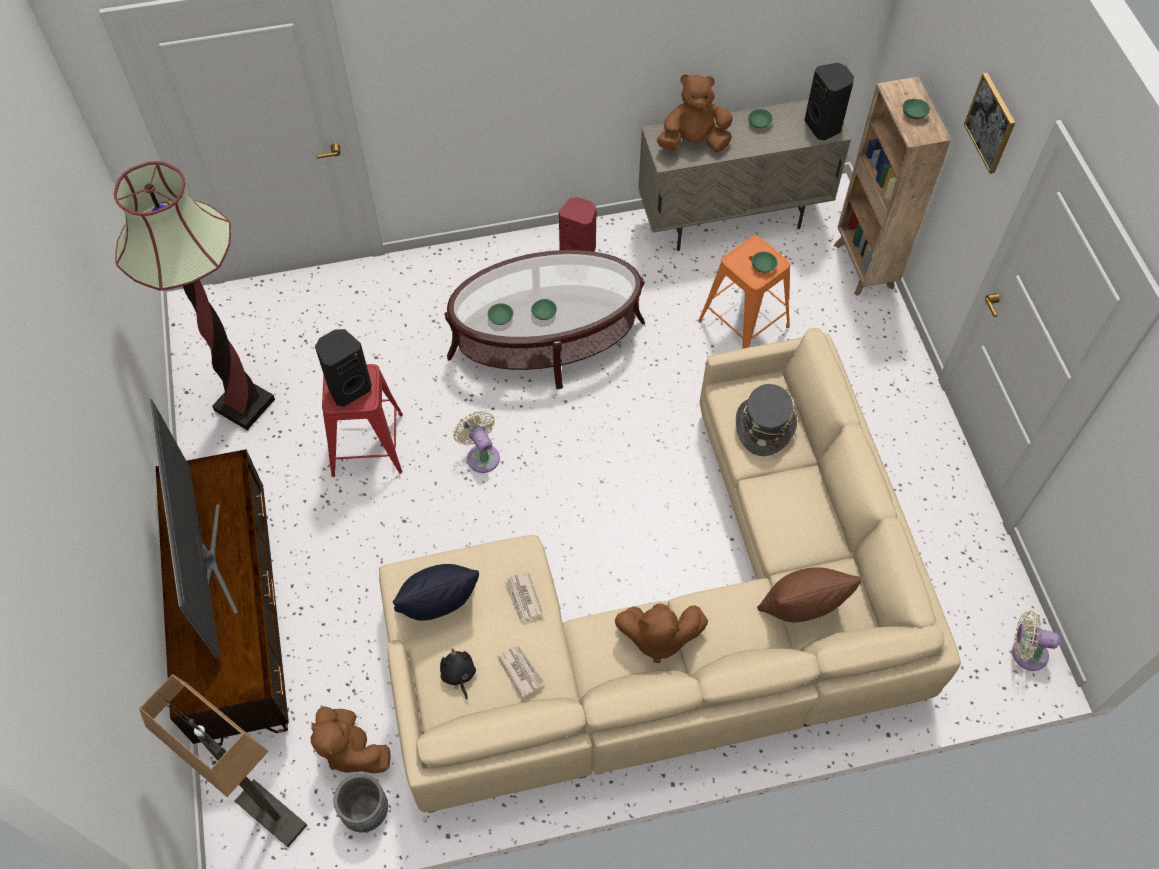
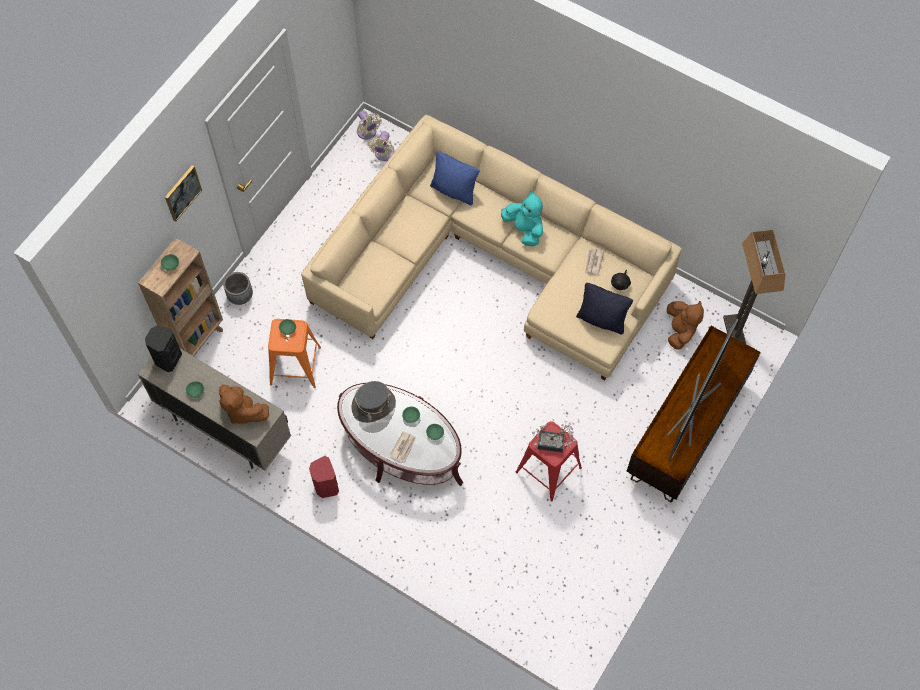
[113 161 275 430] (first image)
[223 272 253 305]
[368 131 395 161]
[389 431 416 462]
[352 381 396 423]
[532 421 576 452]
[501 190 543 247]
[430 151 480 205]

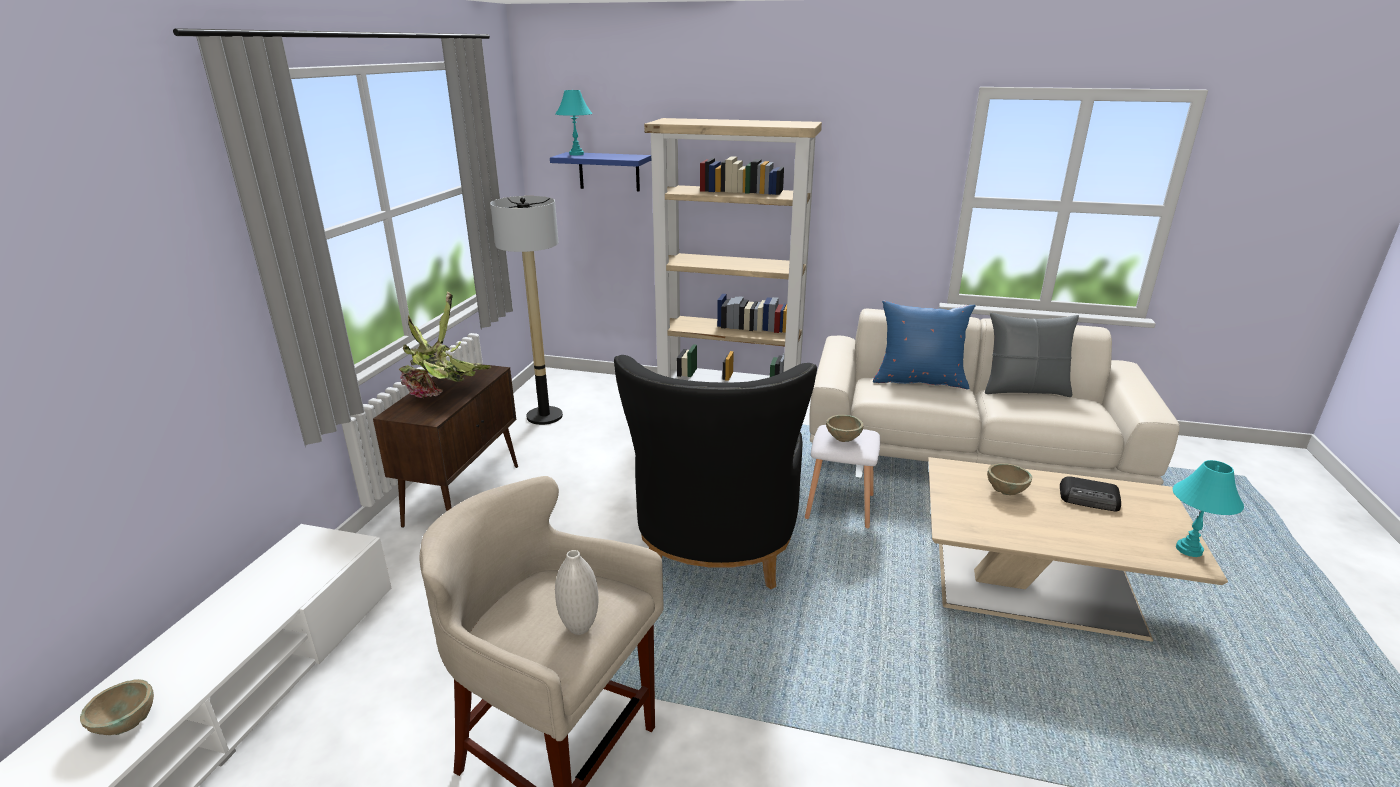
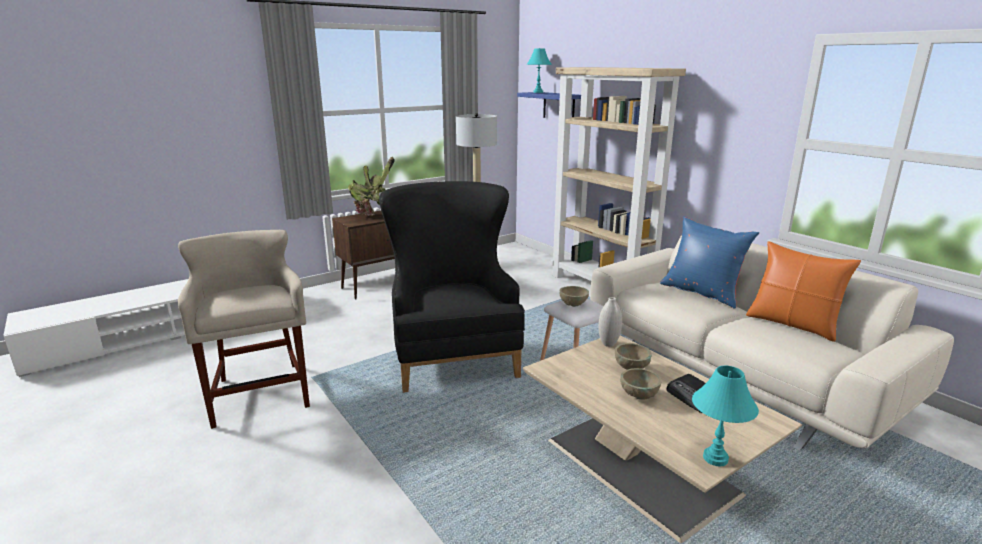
[620 368 661 400]
[598 297 622 347]
[746 241 861 342]
[379 181 525 393]

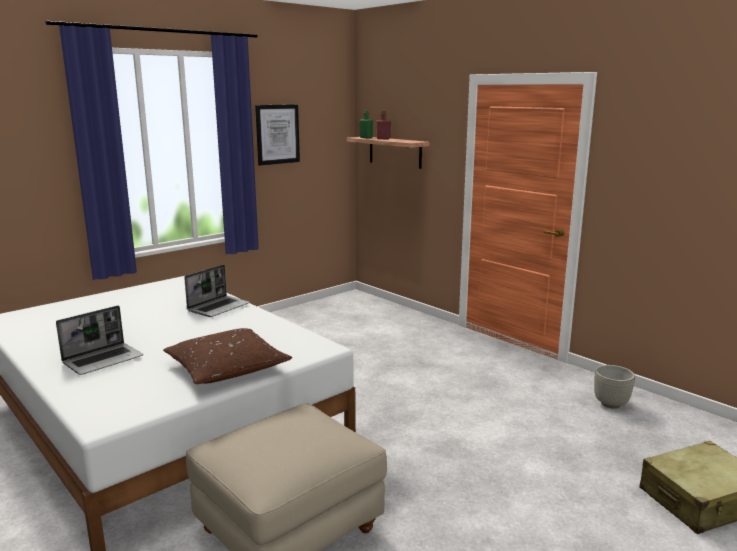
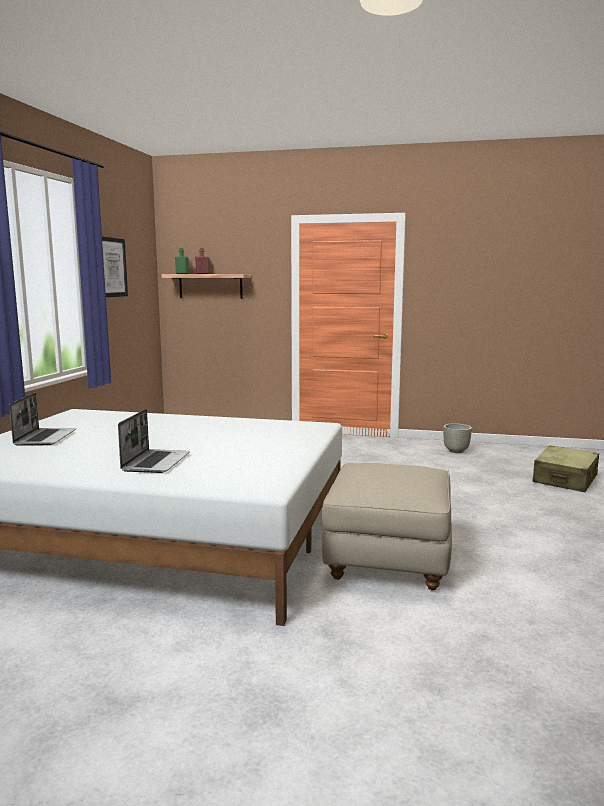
[163 328 292 384] (first image)
[9 393 76 446]

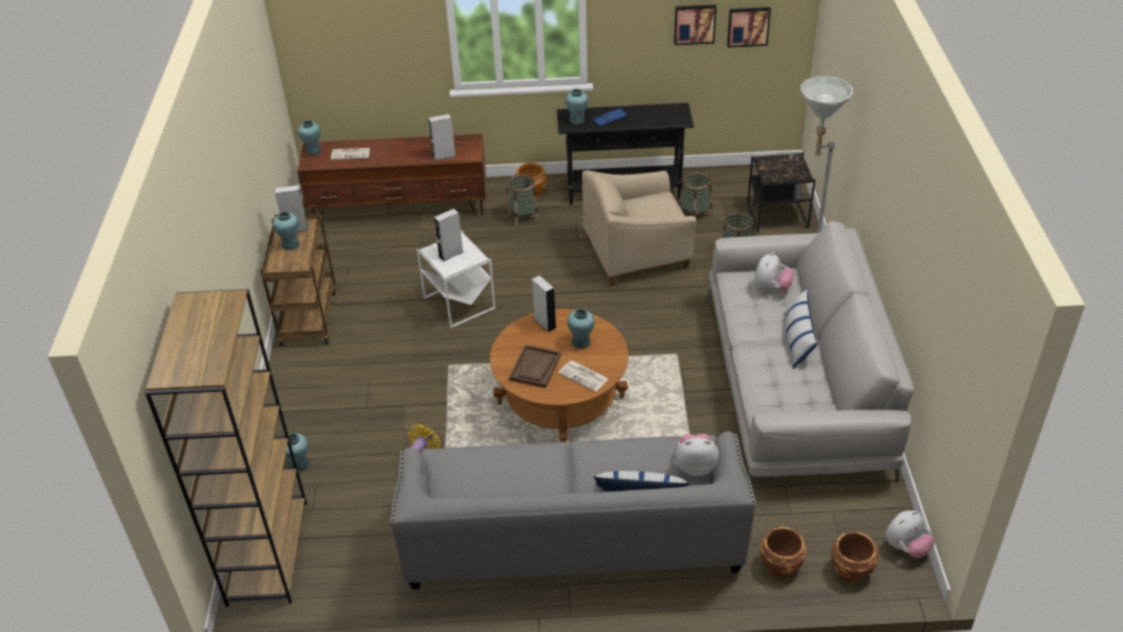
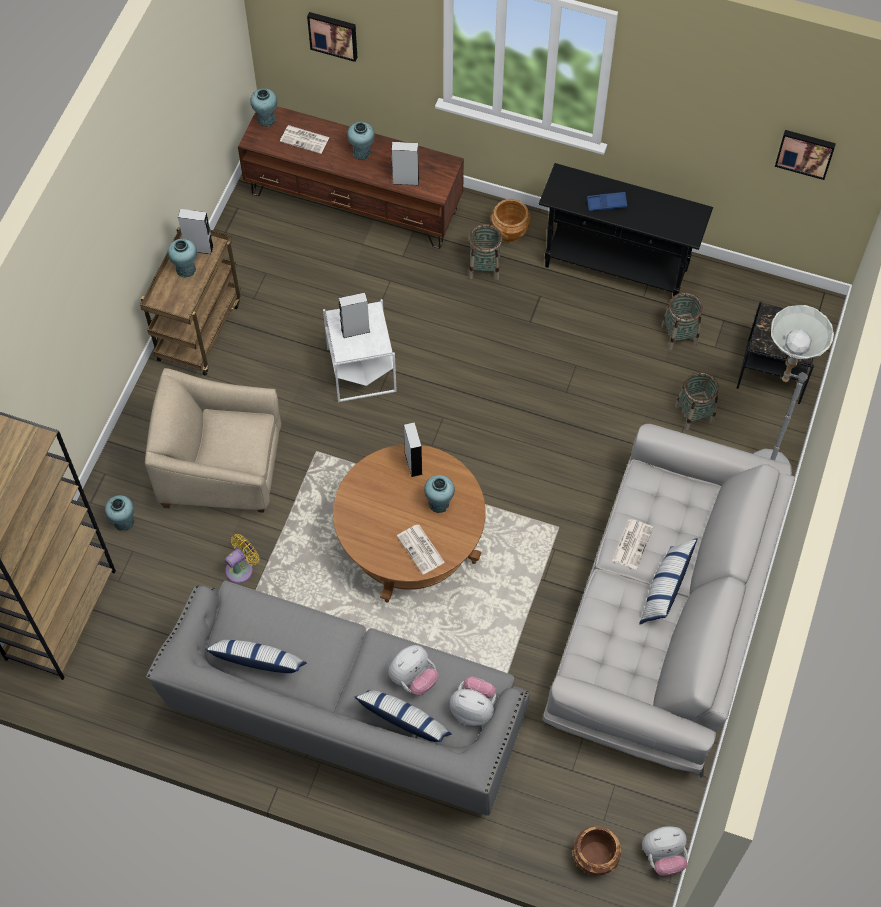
[509 345 561 388] (first image)
[759 527 807 578] (first image)
[205 640 307 673]
[612 519 653 569]
[347 122 375 160]
[145 368 281 513]
[307 12 357 62]
[388 645 439 696]

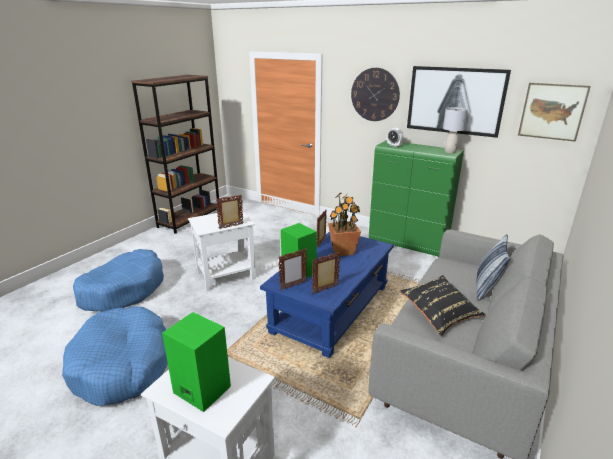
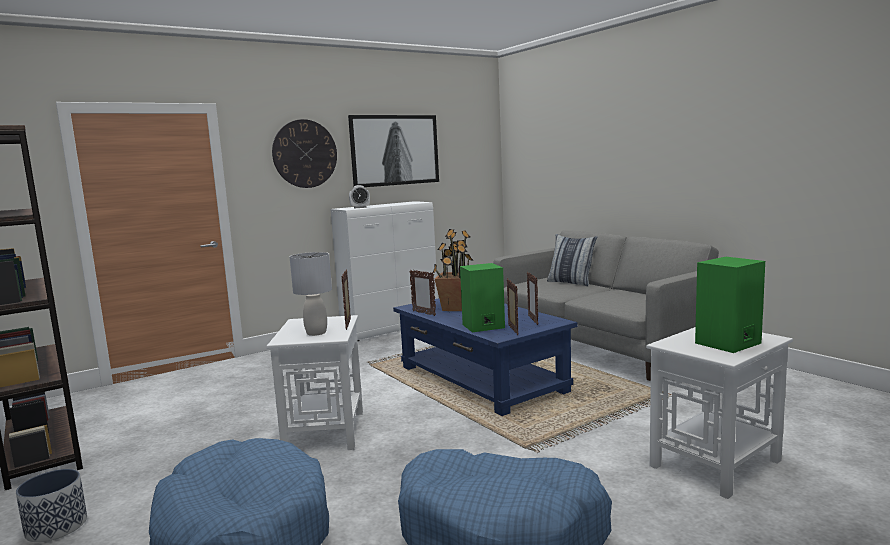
[399 275 485 336] (first image)
[518 83 591 142] (first image)
[16 469 87 542]
[290 252 332 336]
[330 201 438 341]

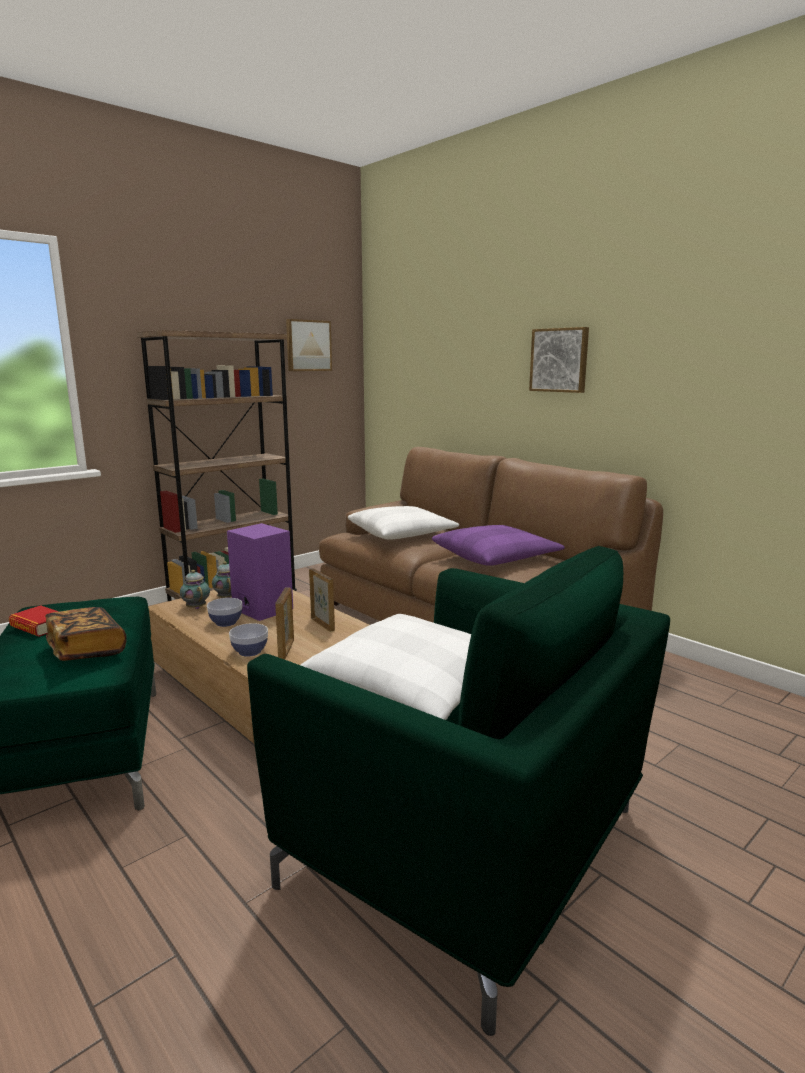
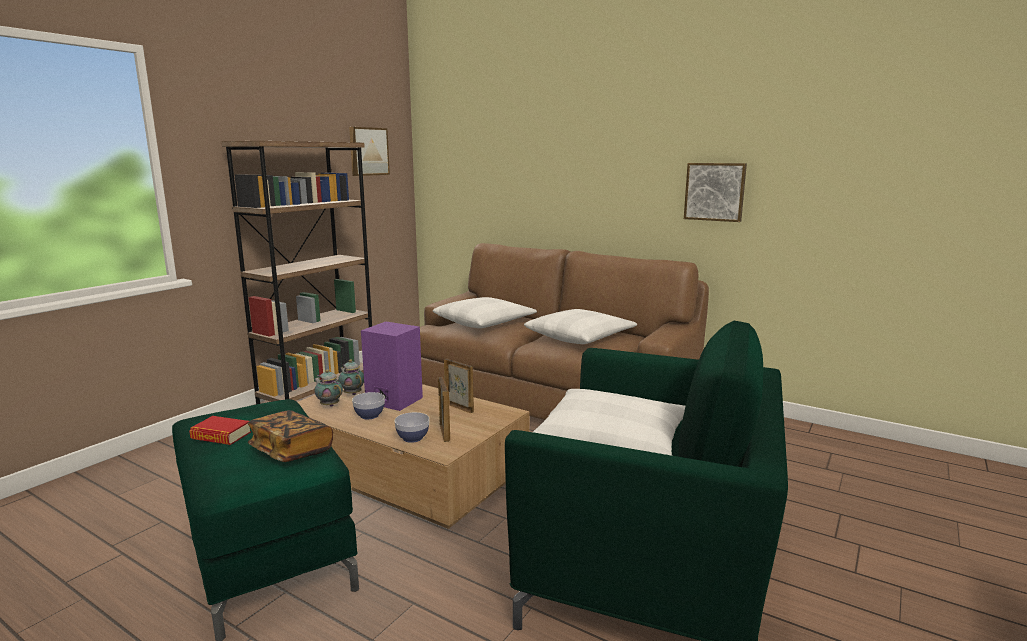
[684 163 747 222]
[524 309 637 344]

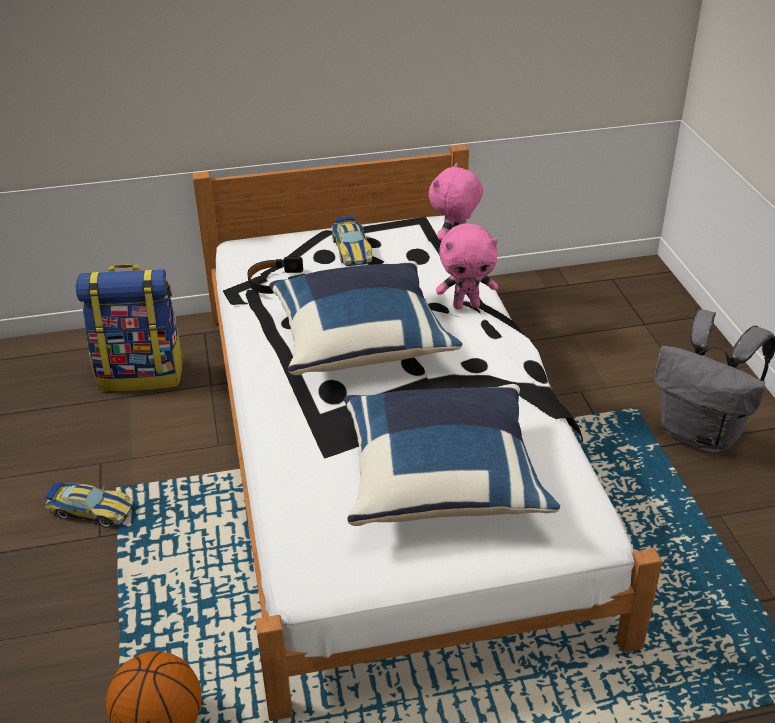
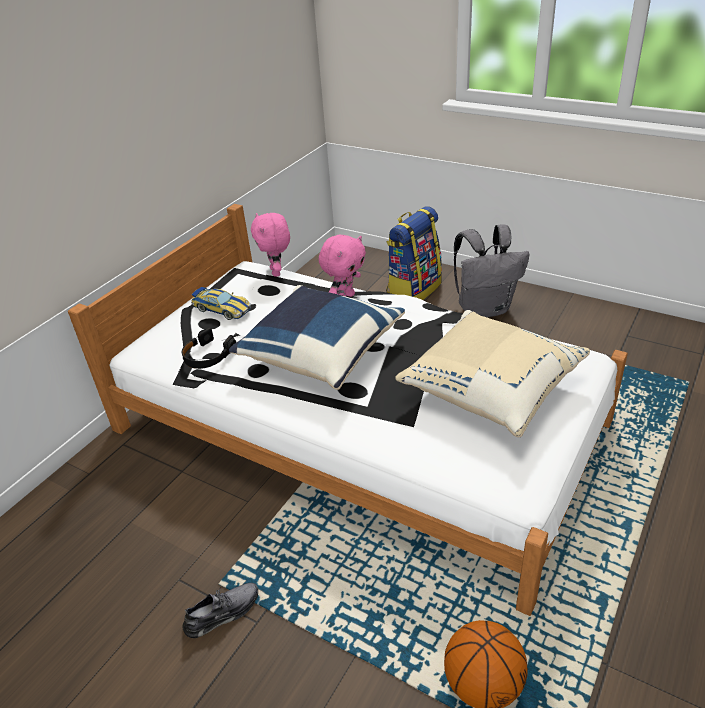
[386 206 442 300]
[182 583 258 638]
[395 310 590 437]

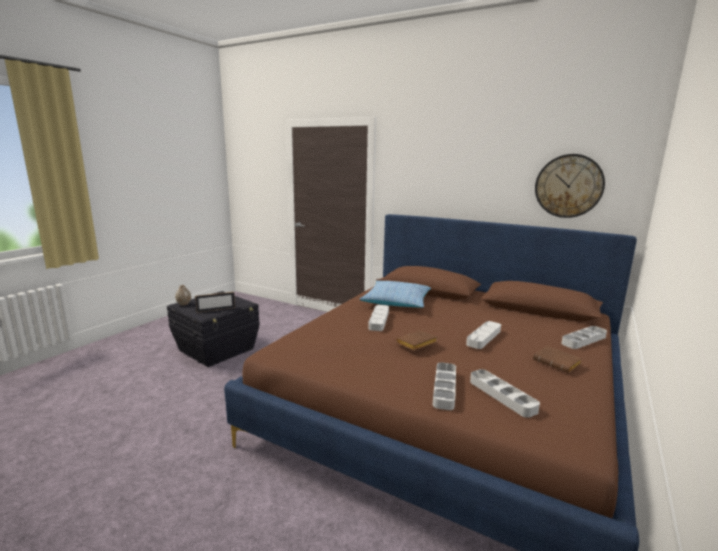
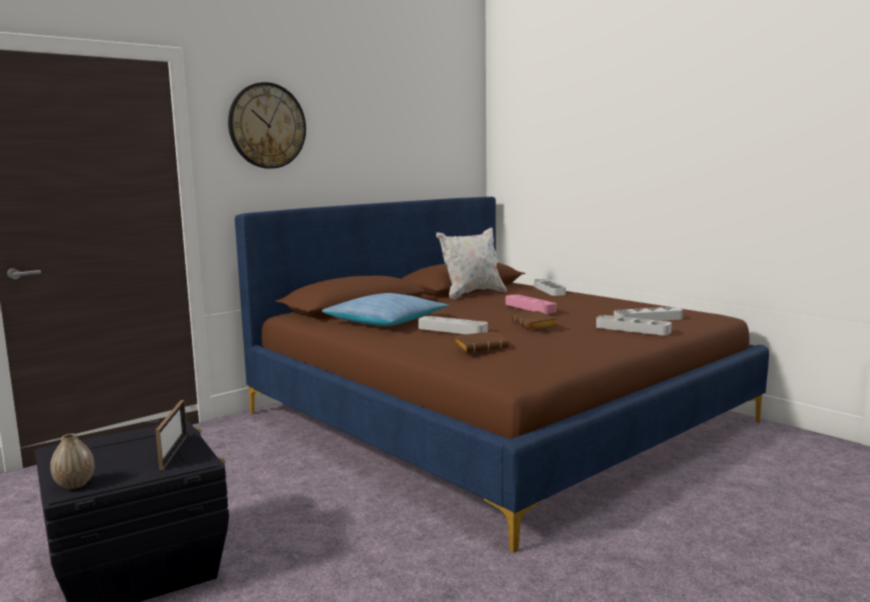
[436 227 507 299]
[454 331 509 353]
[228 82 306 169]
[505 294 556 314]

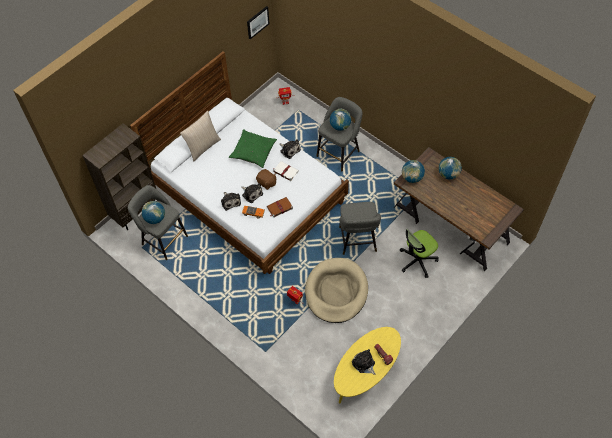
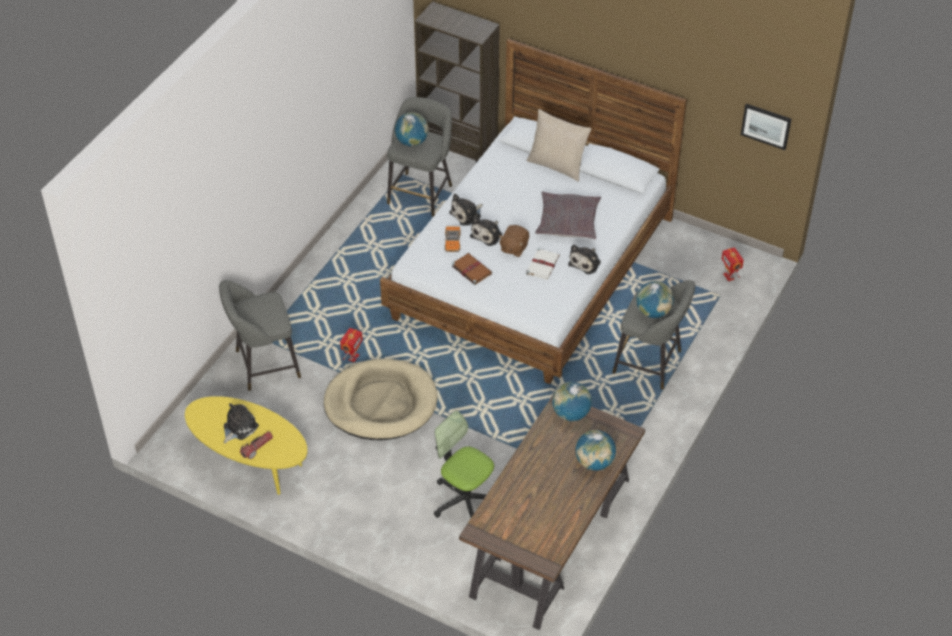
[219 280 301 391]
[535 191 601 239]

